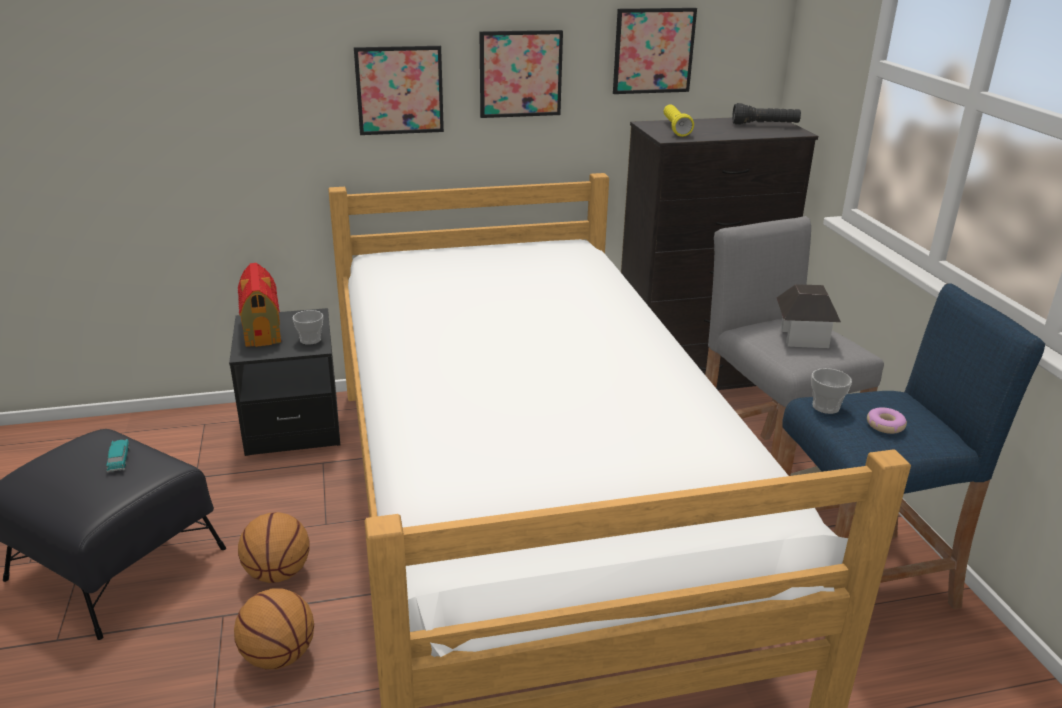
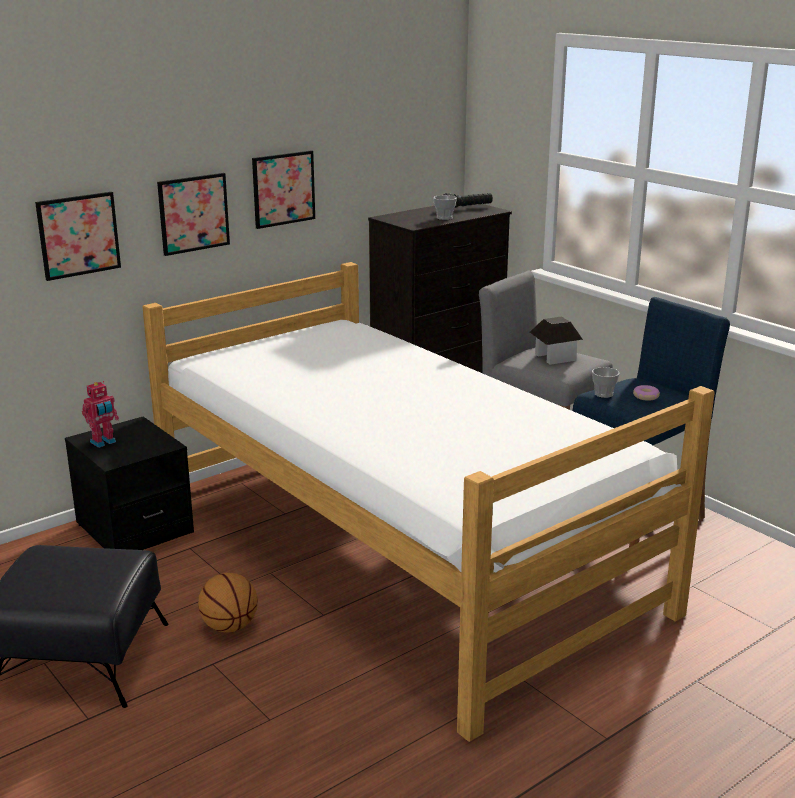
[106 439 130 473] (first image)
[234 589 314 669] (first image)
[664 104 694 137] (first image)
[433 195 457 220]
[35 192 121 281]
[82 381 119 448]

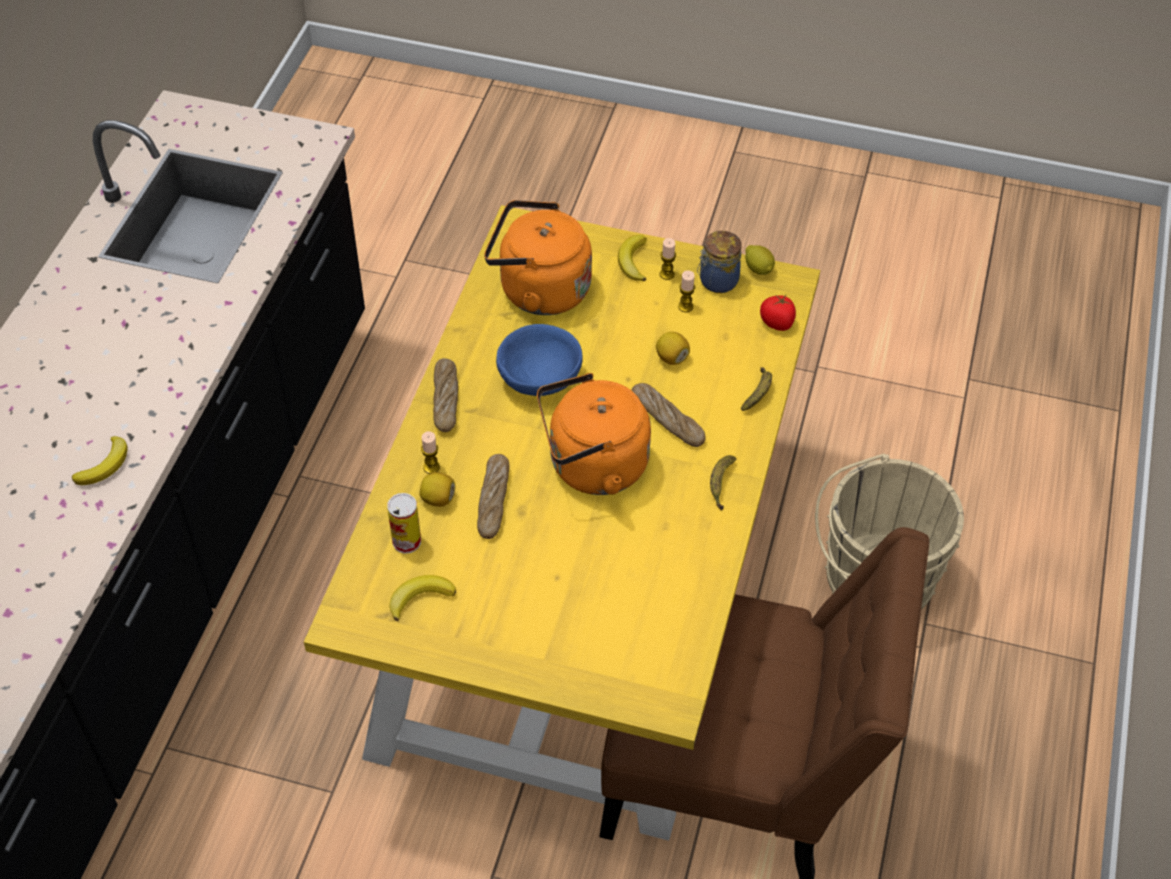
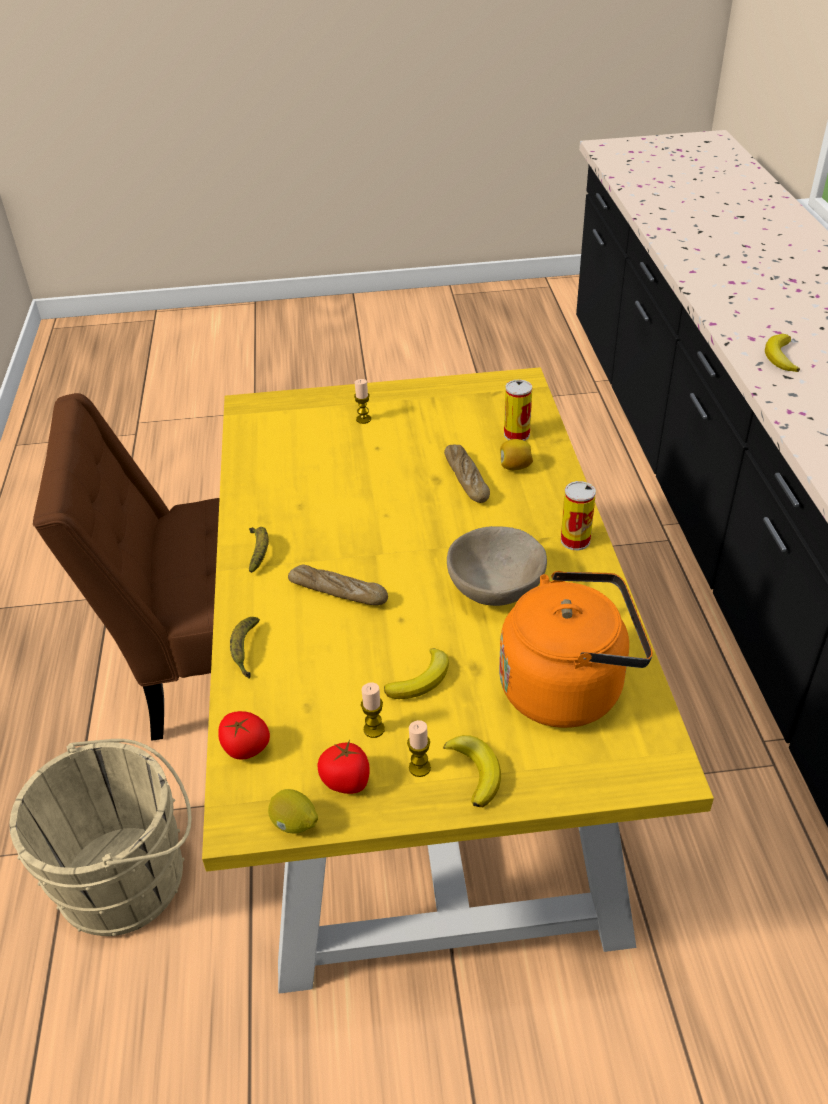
[537 373 651 495] (first image)
[656 332 690 365] (first image)
[384 648 449 699]
[354 379 371 424]
[561 481 596 550]
[318 740 370 794]
[447 526 547 606]

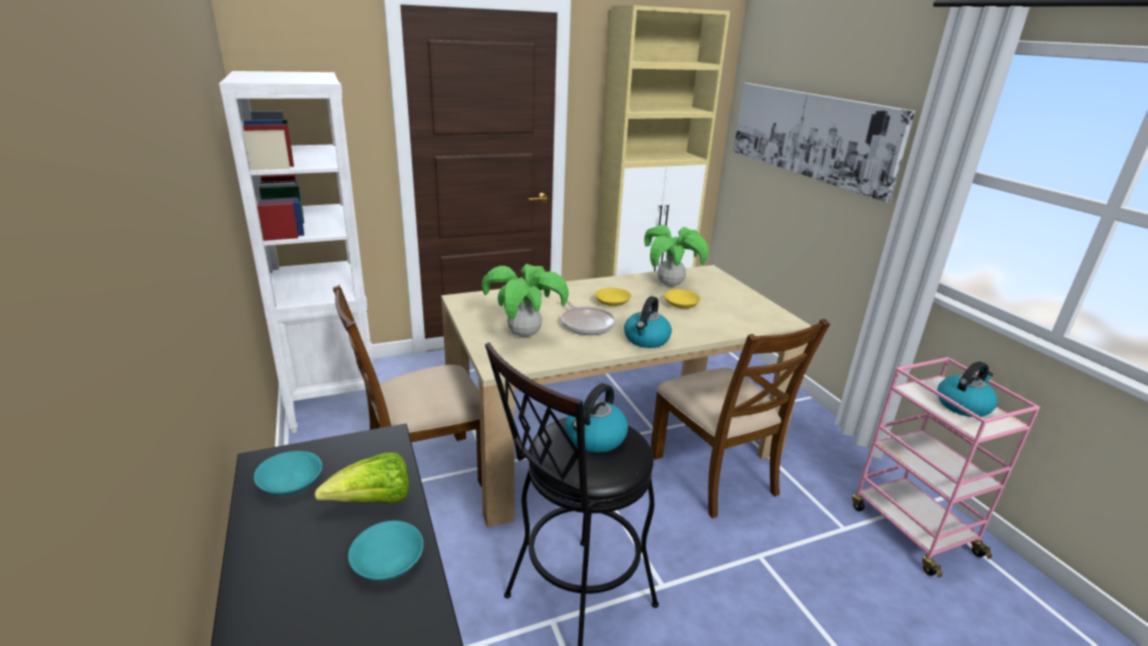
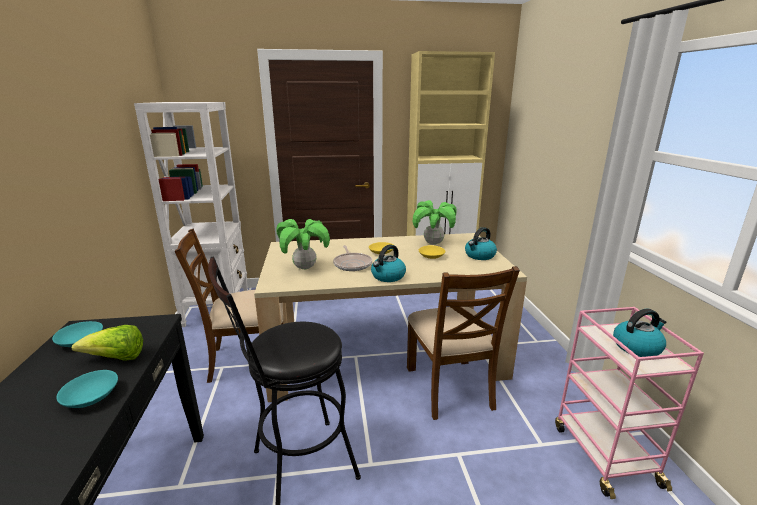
[733 83 915 203] (first image)
[465 227 497 260]

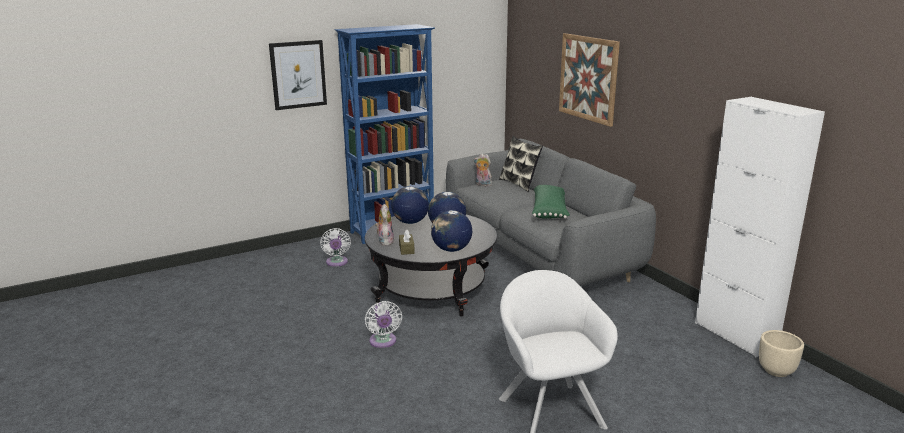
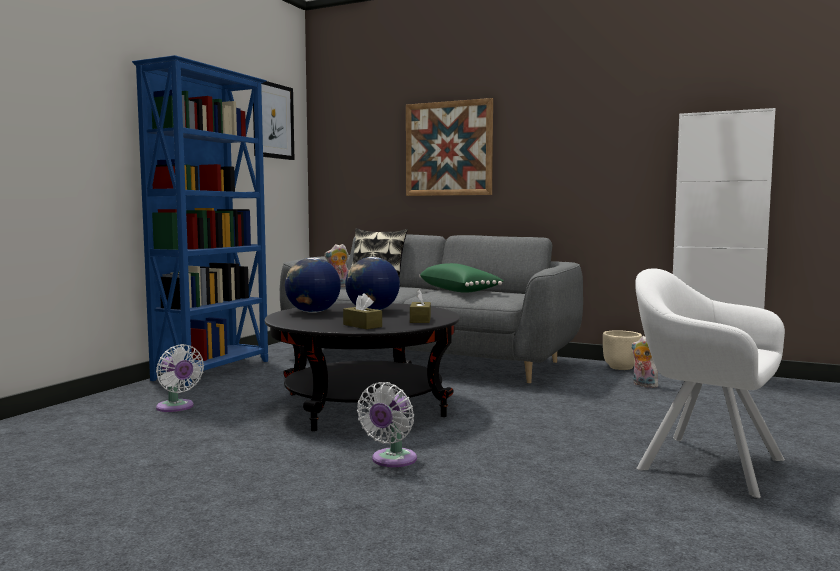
[253 81 294 160]
[631 336 658 388]
[603 330 642 370]
[410 290 431 323]
[357 382 417 467]

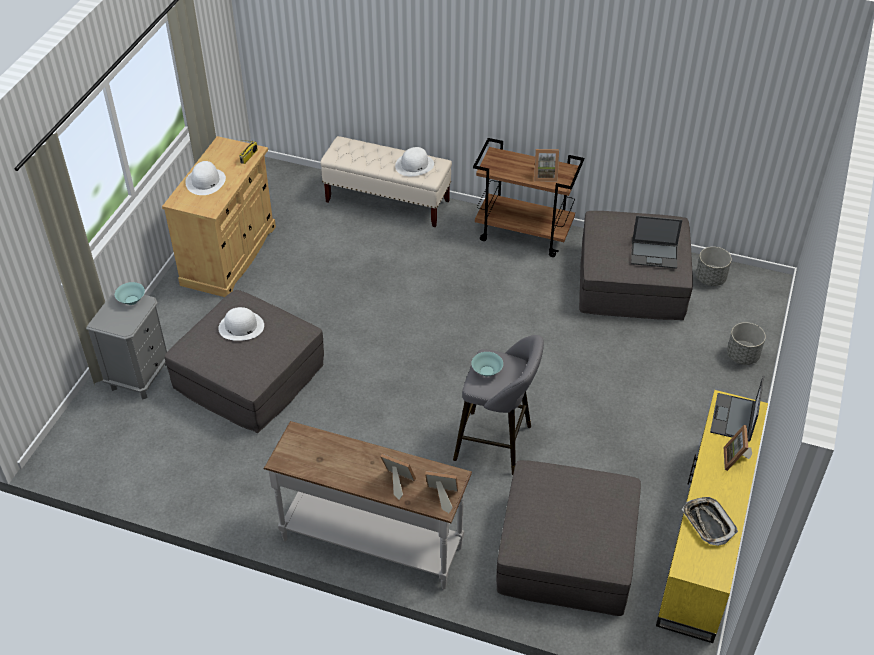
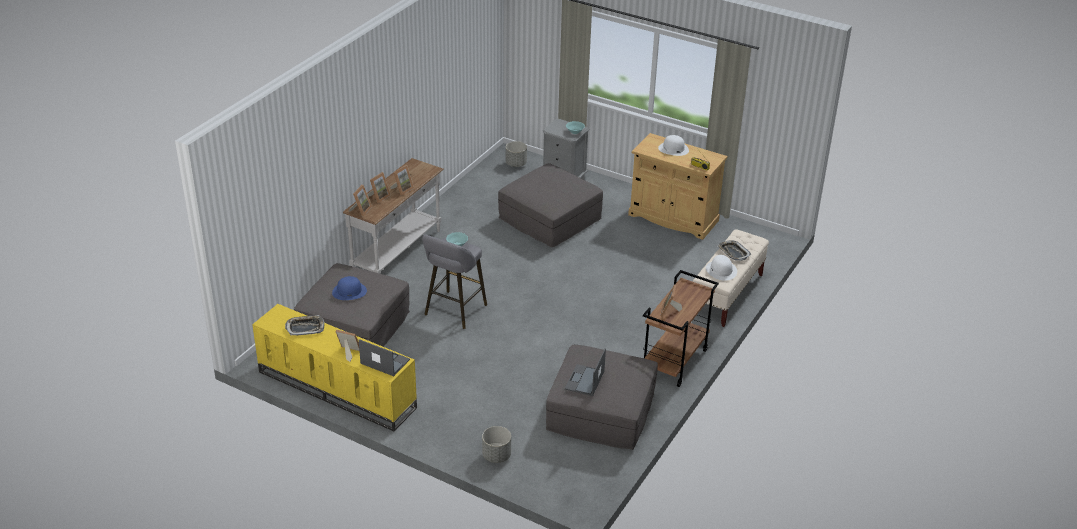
[218 307 264 341] (first image)
[332 276 367 300]
[390 165 414 196]
[717 240 751 261]
[506 141 527 167]

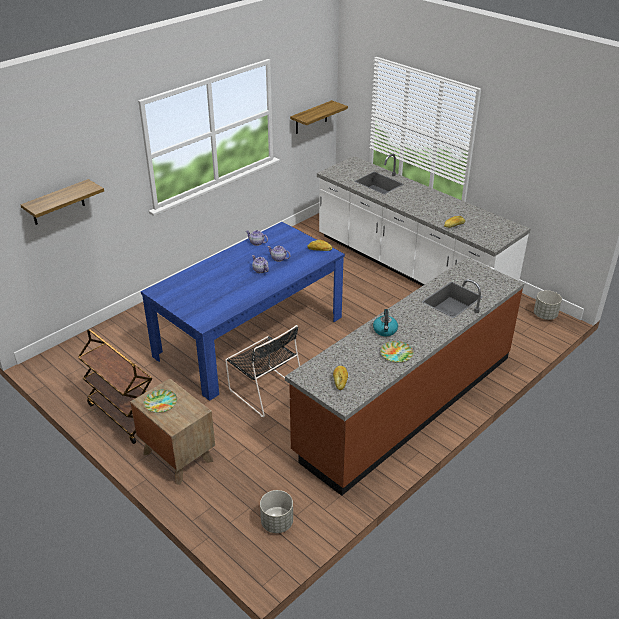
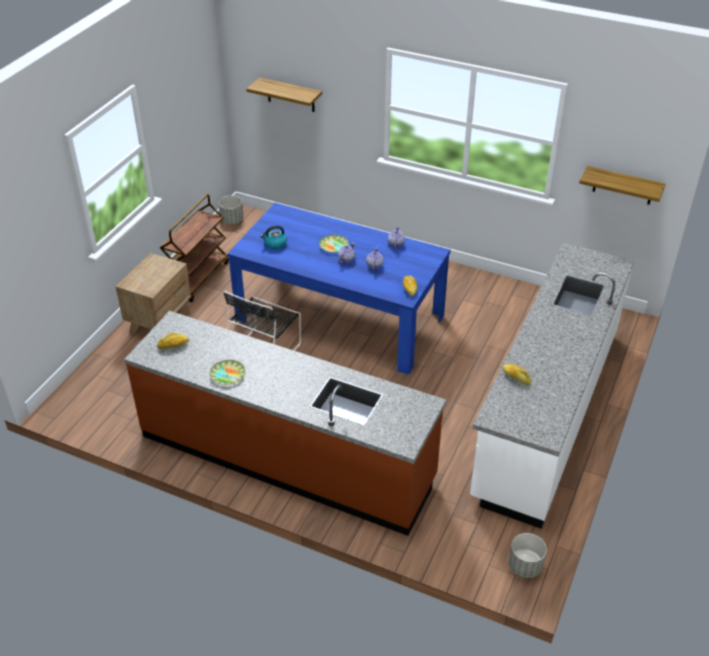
[319 234 349 253]
[219 196 244 224]
[260 225 287 250]

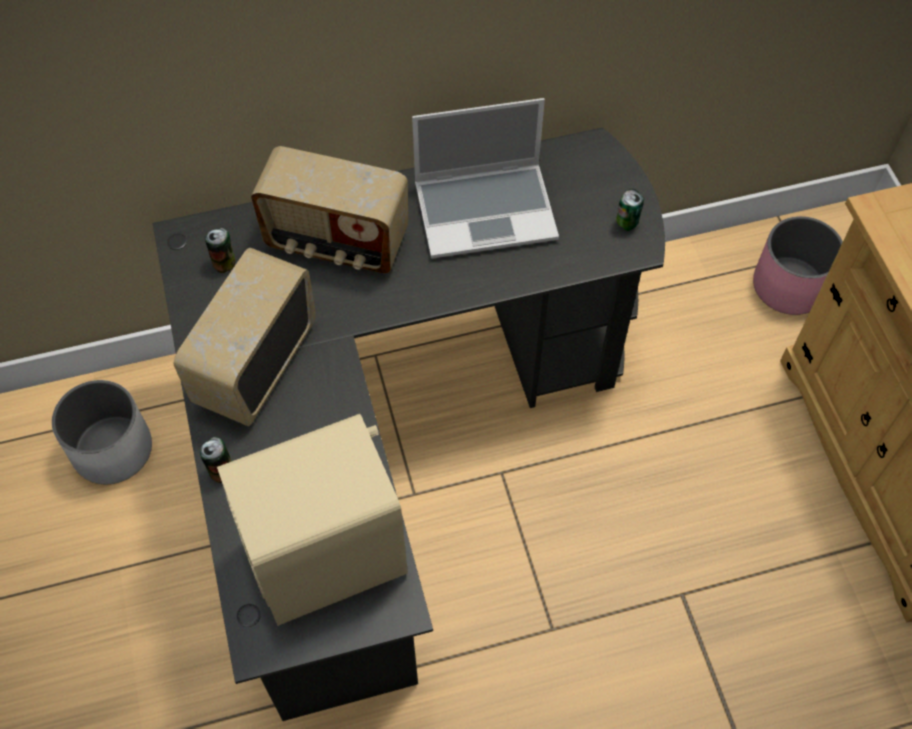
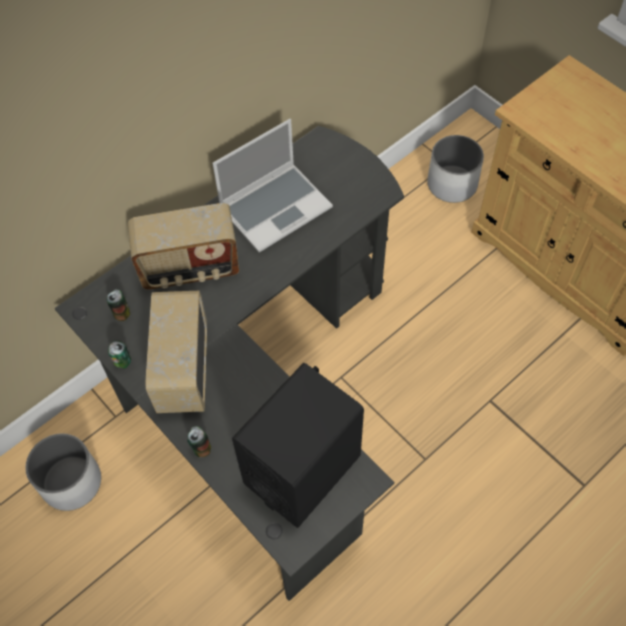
[108 340 131 369]
[232 363 364 528]
[427 135 484 203]

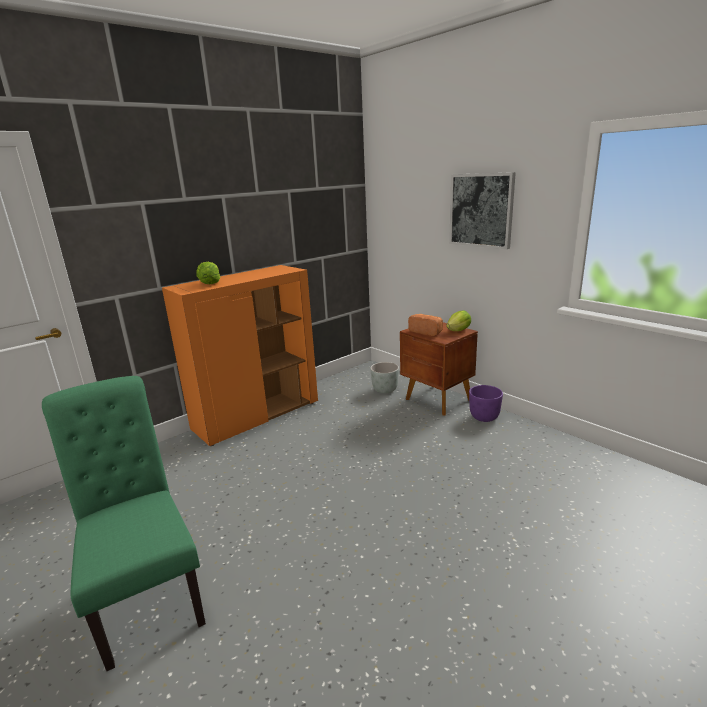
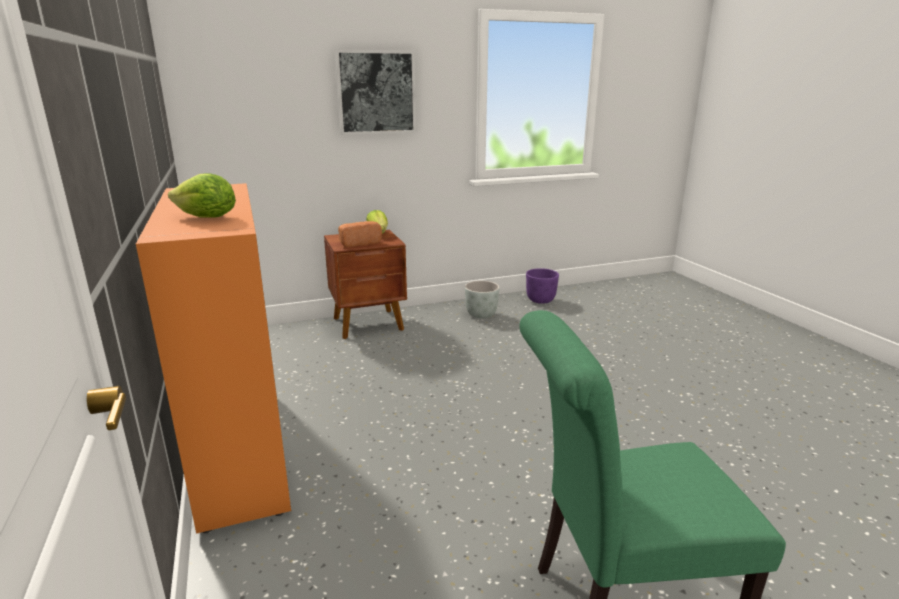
[465 281 500 318]
[526 268 559 304]

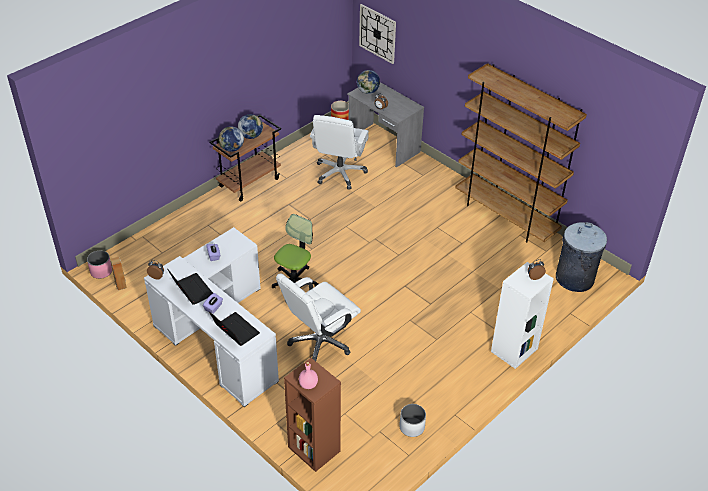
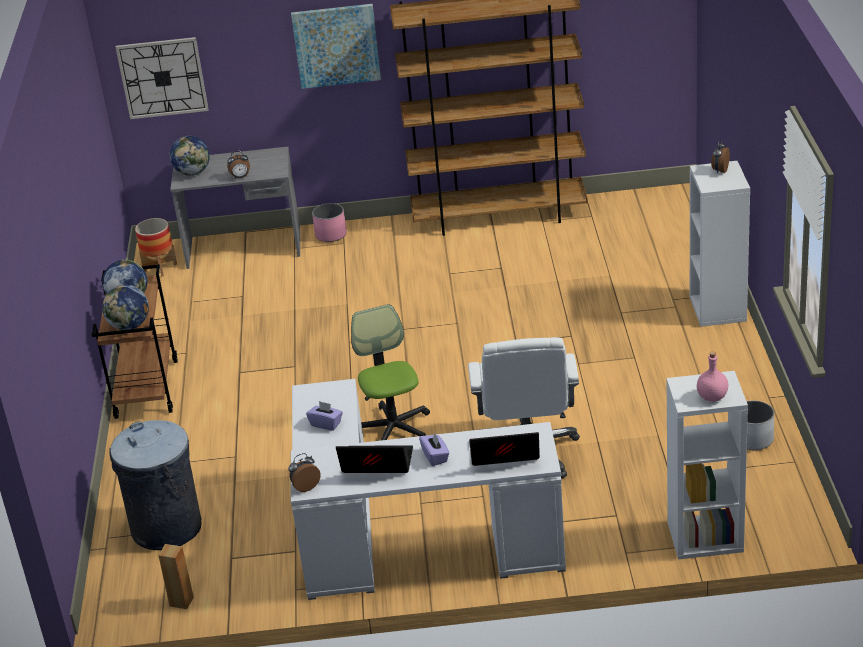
[310 115 369 190] (first image)
[291 4 381 89]
[312 203 347 242]
[109 420 202 550]
[666 371 748 560]

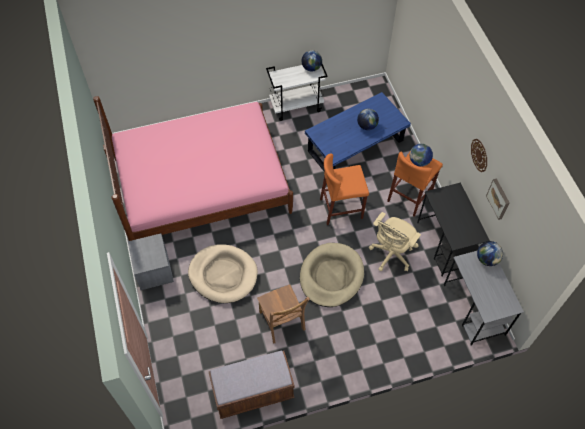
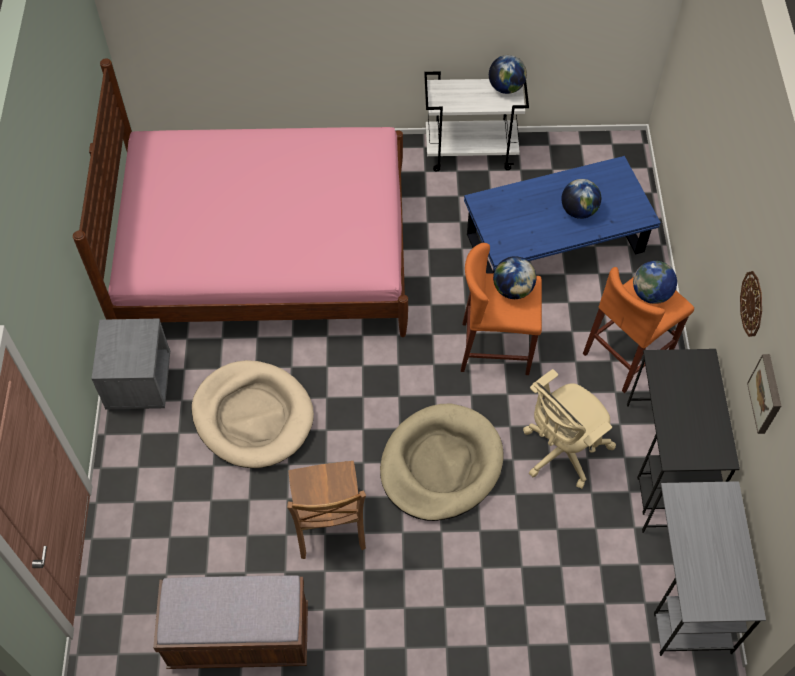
[493 256 536 299]

